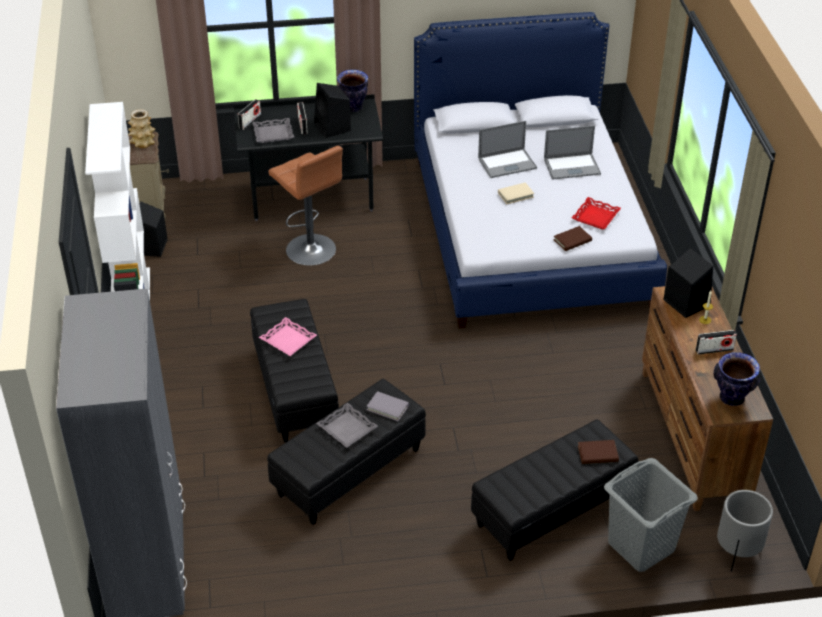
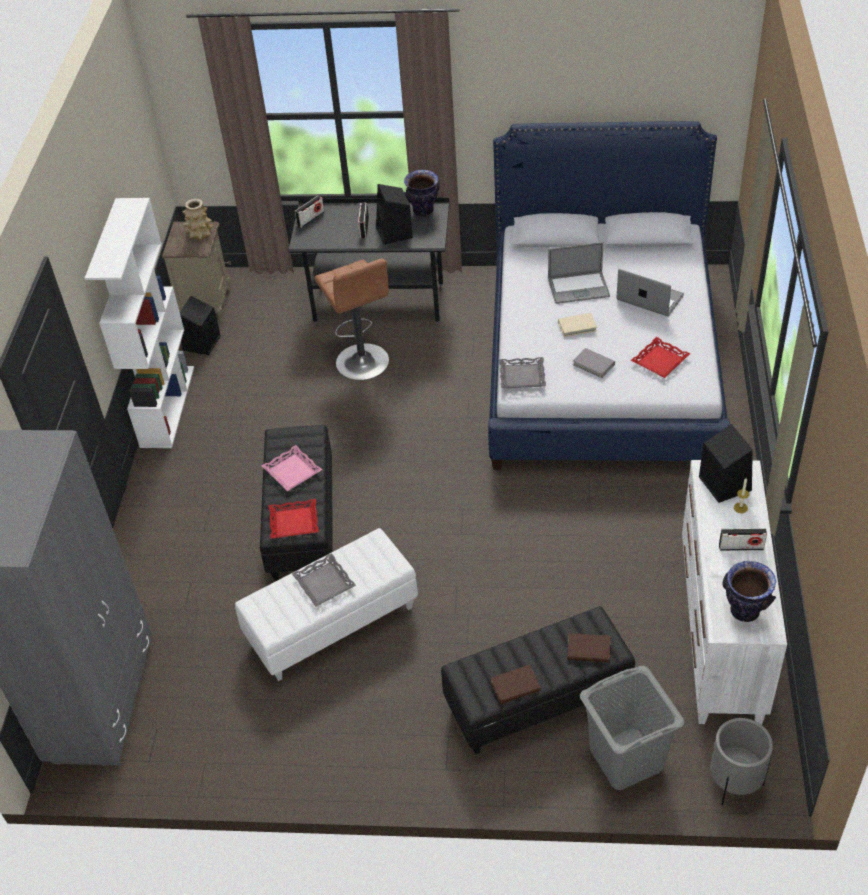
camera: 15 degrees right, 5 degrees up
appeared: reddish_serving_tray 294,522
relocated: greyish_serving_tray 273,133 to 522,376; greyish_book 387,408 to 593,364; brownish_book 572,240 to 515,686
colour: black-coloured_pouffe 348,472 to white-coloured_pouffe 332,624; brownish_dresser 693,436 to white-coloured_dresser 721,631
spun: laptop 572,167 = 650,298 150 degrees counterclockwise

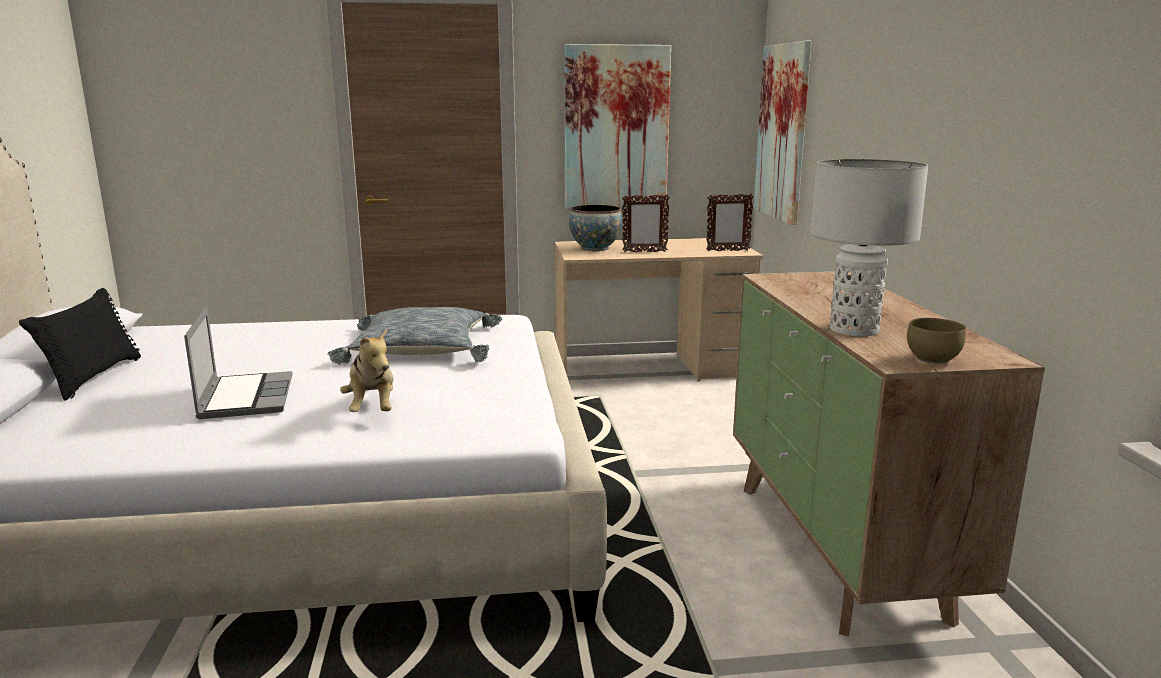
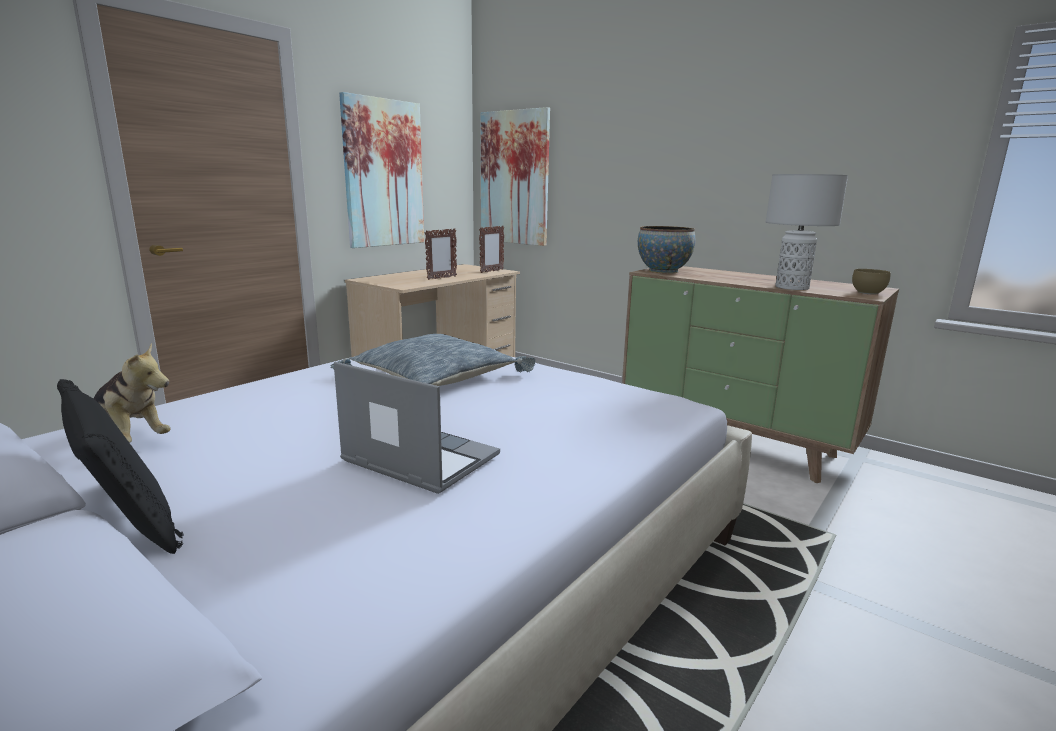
camera: 45 degrees left, 0 degrees up
relocated: plush_toy 373,408 to 127,440; deep_dish 595,248 to 663,271

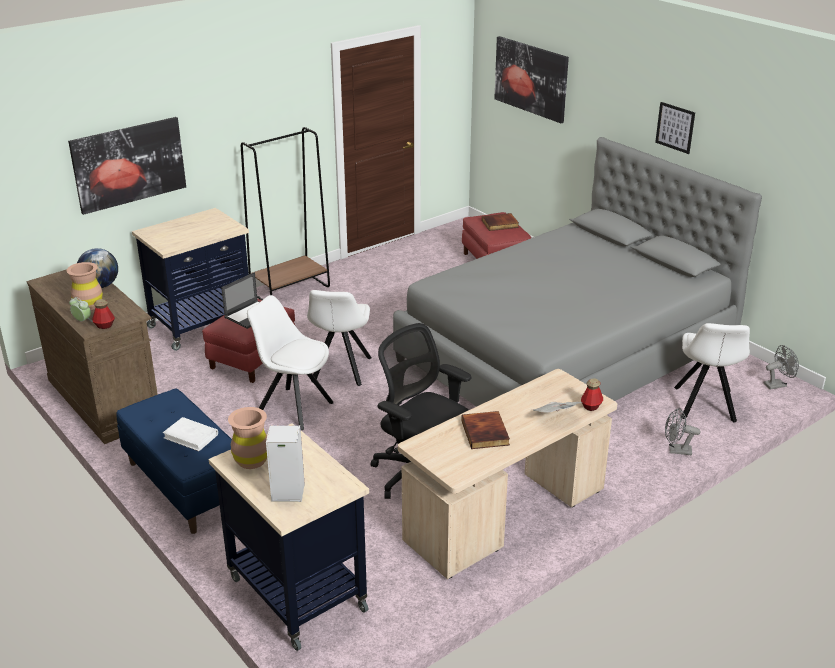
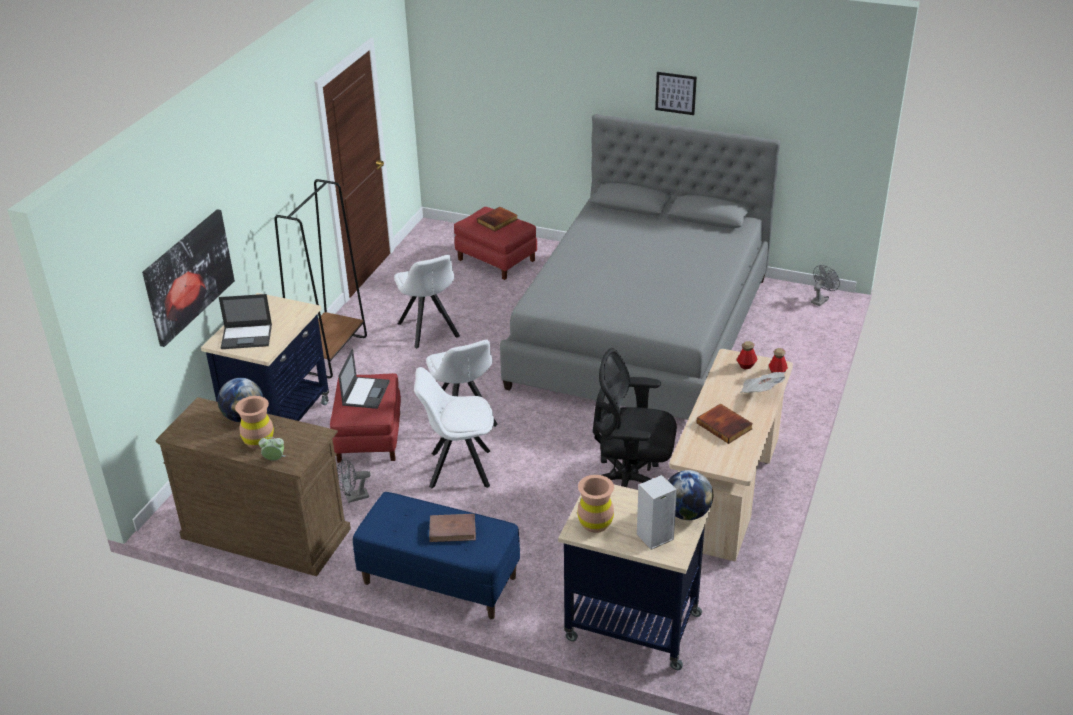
camera: 30 degrees left, 5 degrees up
missing: wall_art 531,78
appeared: laptop 247,336; world_globe 686,513
relocated: bottle 104,326 to 746,365; greyish_fan 676,450 to 353,498; white-coloured_plain_chair 705,405 to 429,330
colour: white-coloured_book 191,436 to brownish_book 453,530

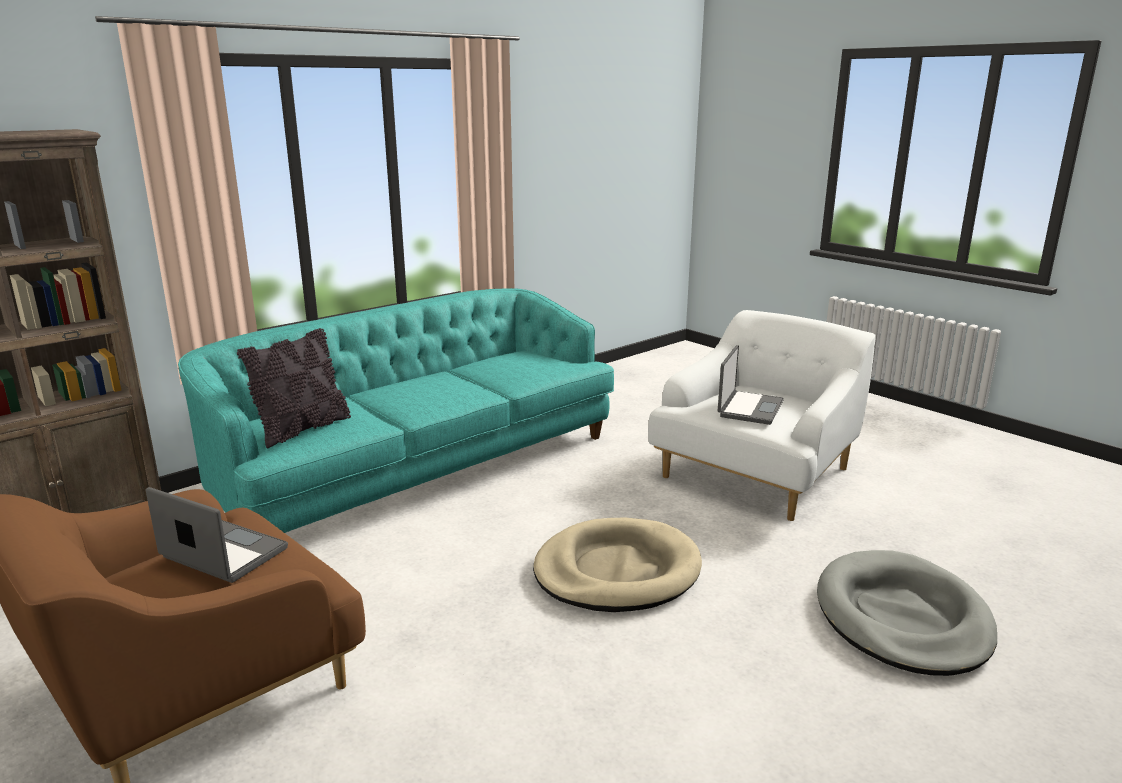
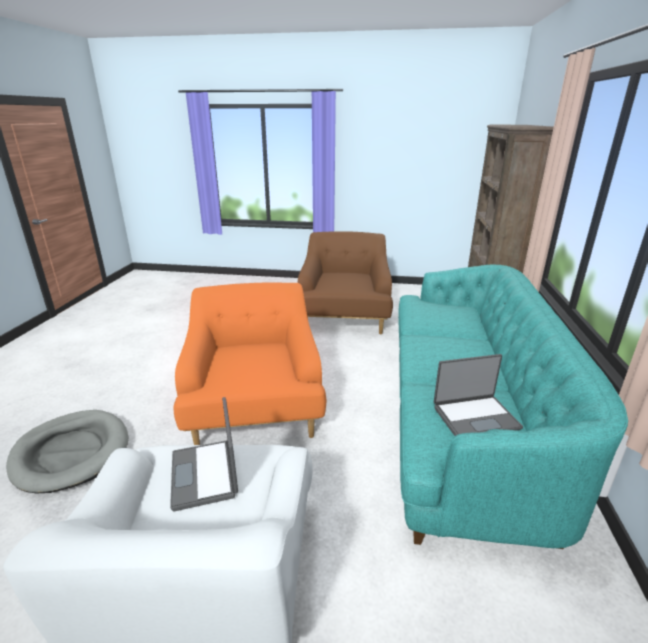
camera: 140 degrees right, 5 degrees up
missing: black-coloured_throw_pillow 302,429
relocated: laptop 222,554 to 475,417
exchanged: beige_dog_cushion 616,571 to orangey_armchair 255,407

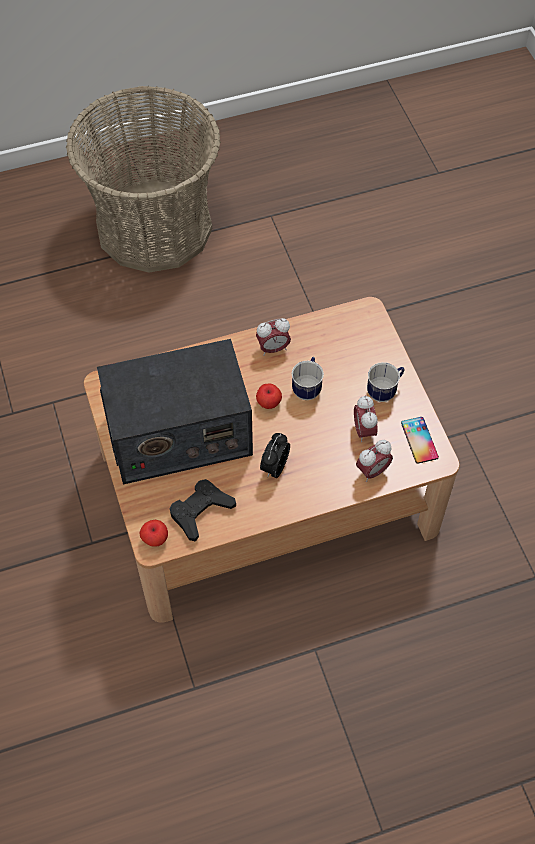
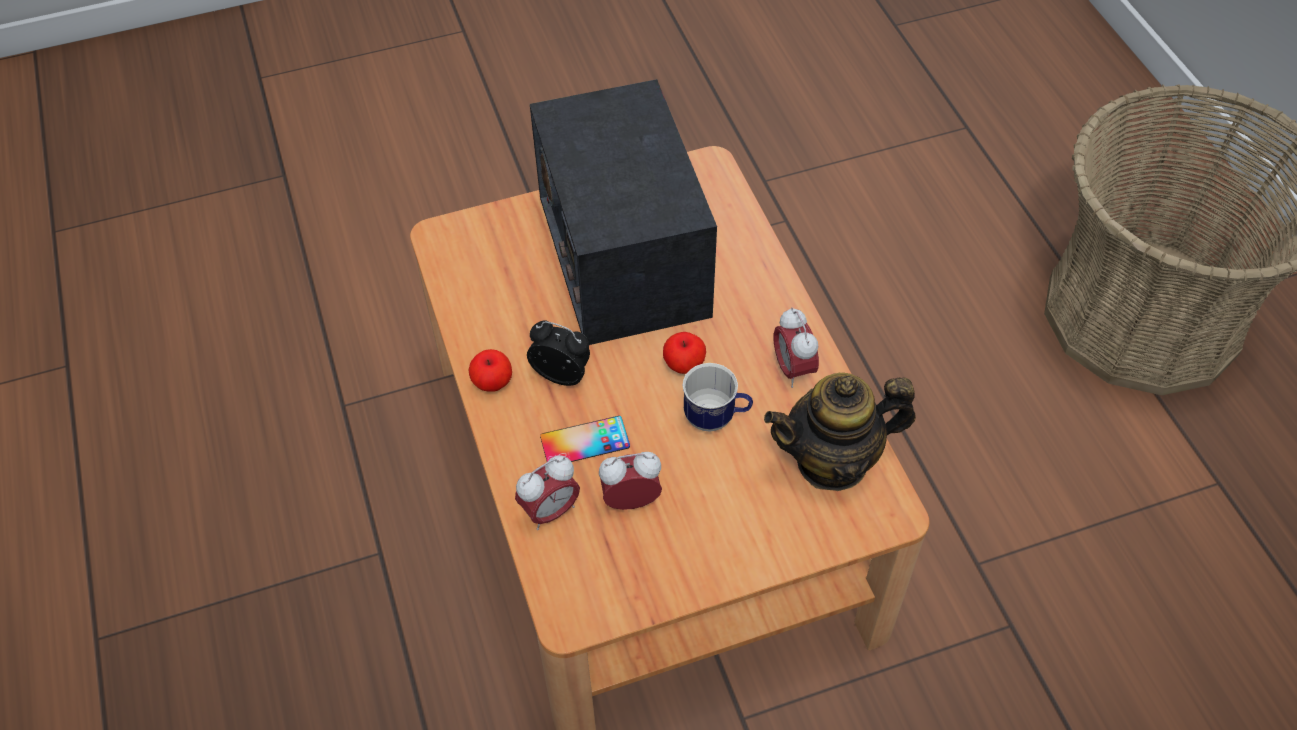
camera: 90 degrees right, 5 degrees down
missing: black-coloured_gamepad 201,511; coffee_mug 385,391
appeared: tea_pot 832,461
relocated: whole_apple 155,538 to 492,382; handset 419,440 to 585,441
spun: alarm_clock 372,471 = 550,511 90 degrees counterclockwise

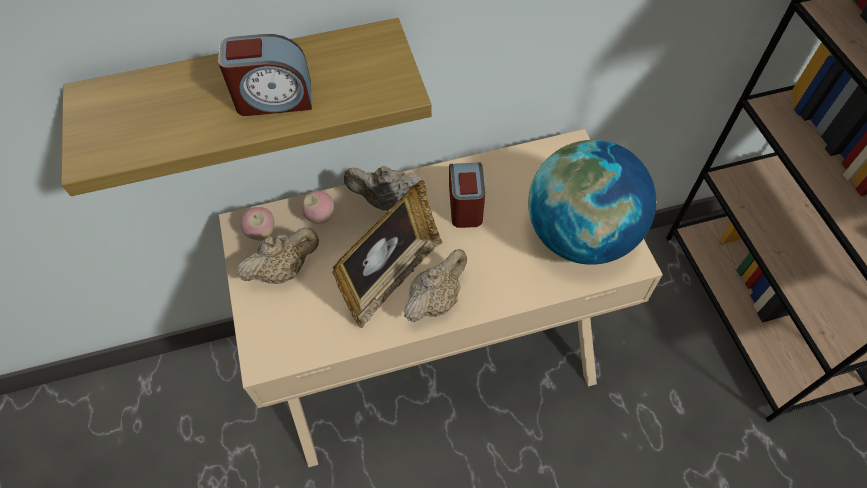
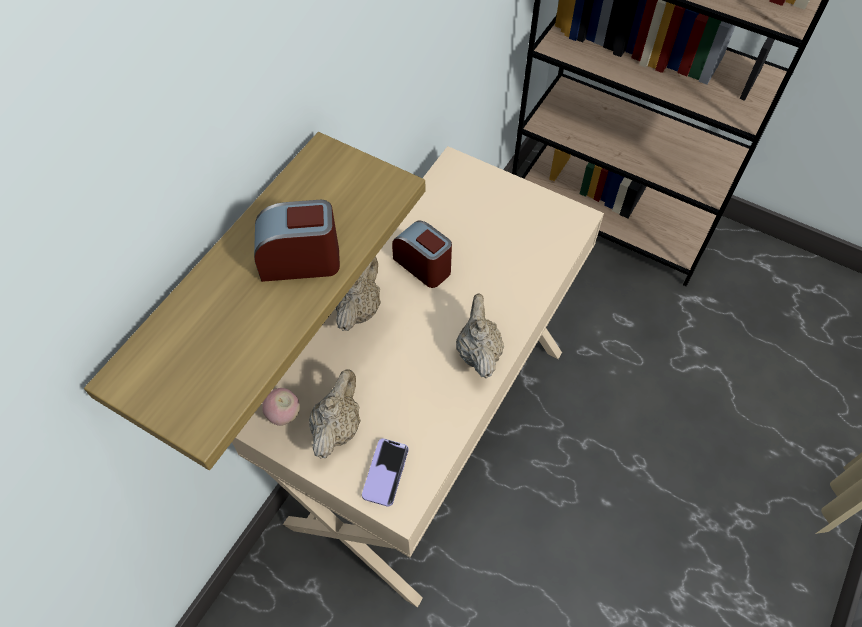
camera: 45 degrees left, 0 degrees up
missing: whole_apple 320,217; standing_frame 391,277; world_globe 580,236
appeared: handset 385,472
spun: alarm_clock 274,99 = 300,260 135 degrees counterclockwise; beige_tea_pot 386,201 = 359,309 150 degrees clockwise

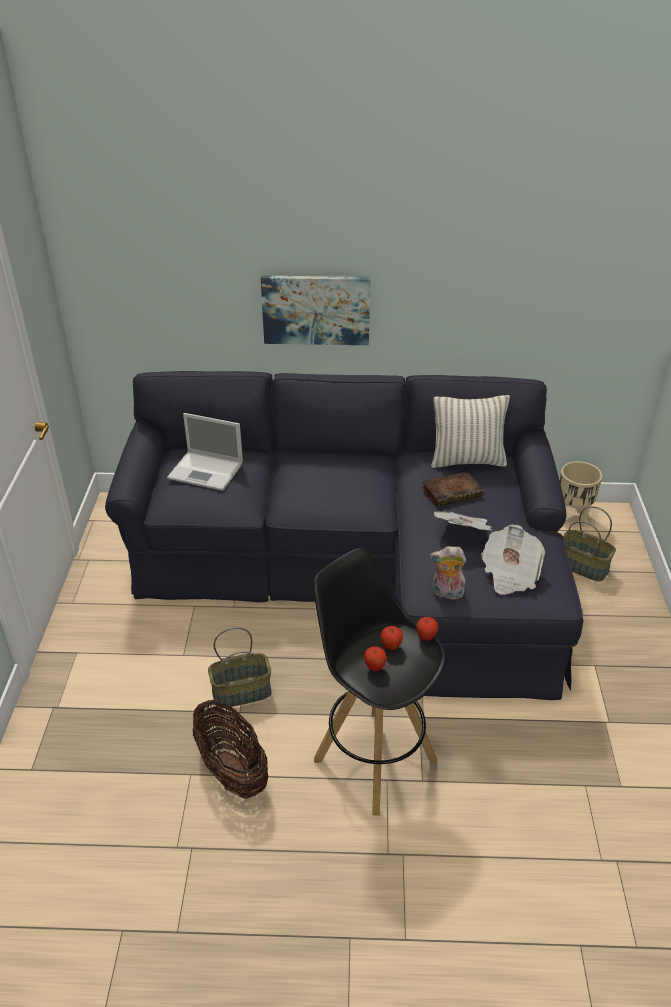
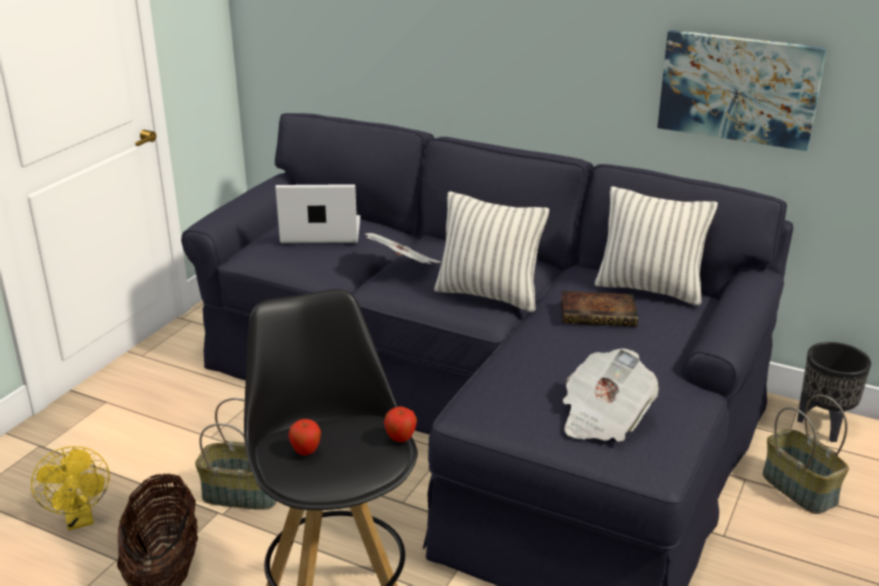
camera: 25 degrees right, 10 degrees down
missing: whole_apple 391,646; plush_toy 446,593
appeared: yellow_fan 80,519; throw_pillow 488,295
relocated: wall_art 316,309 to 738,88; printed_paper 463,532 to 403,267
colour: beige_planter 572,516 to black-coloured_planter 824,426
spun: laptop 207,471 = 319,231 135 degrees clockwise

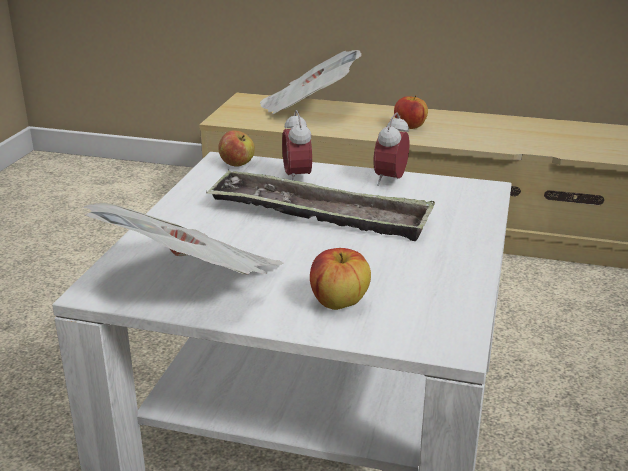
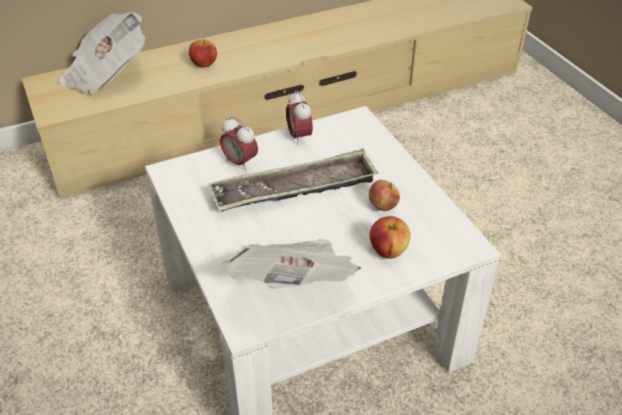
camera: 40 degrees left, 15 degrees up
relocated: whole_apple 237,165 to 382,206

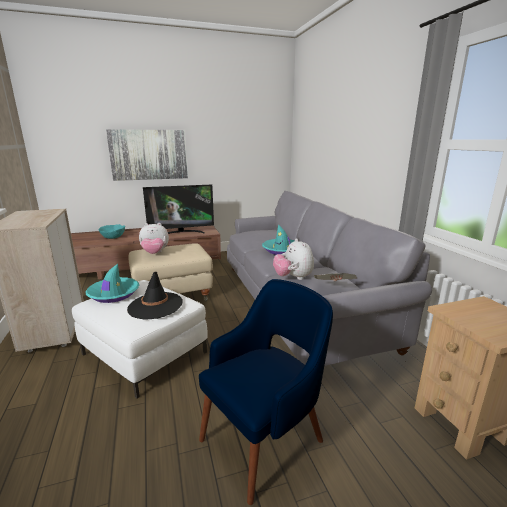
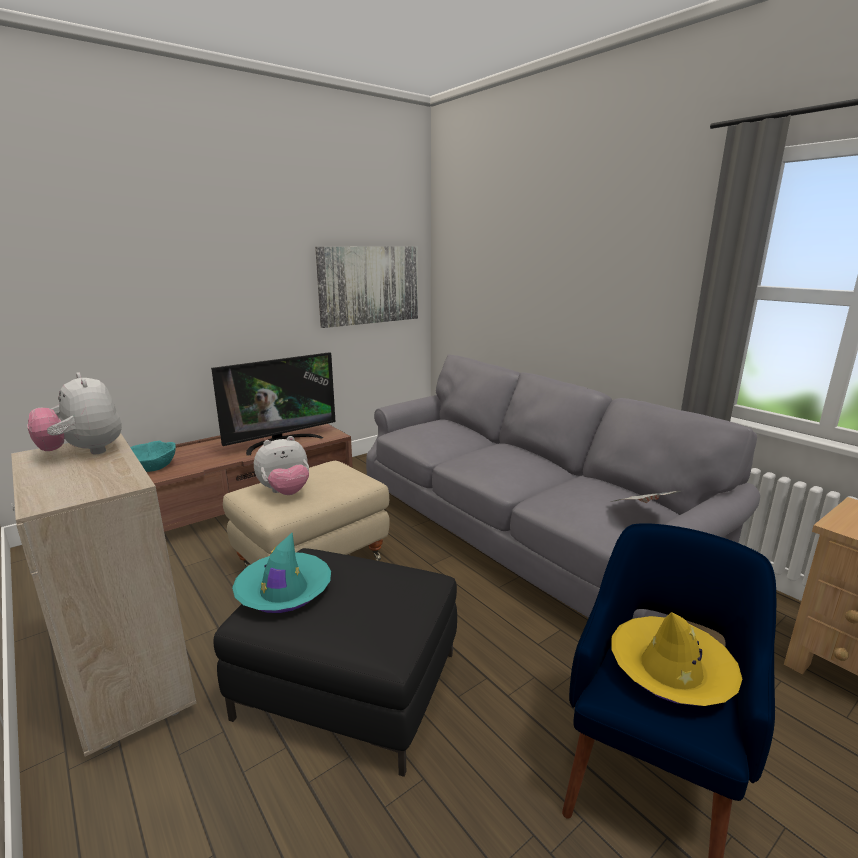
camera: 20 degrees left, 0 degrees up
missing: black-coloured_hat 155,306; blue-green_hat 281,250
appeared: yellow_hat 671,669
relocated: wall_art 149,155 to 369,285; plush_toy 293,278 to 84,452
colour: white-coloured_pouffe 145,353 to black-coloured_pouffe 349,685

